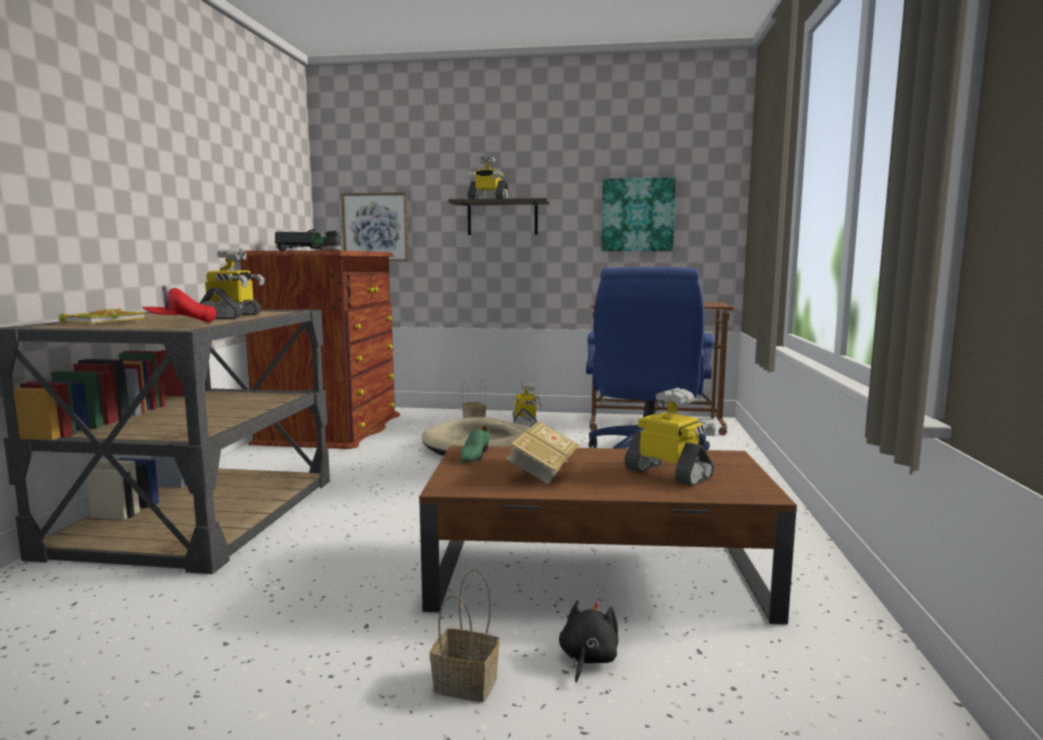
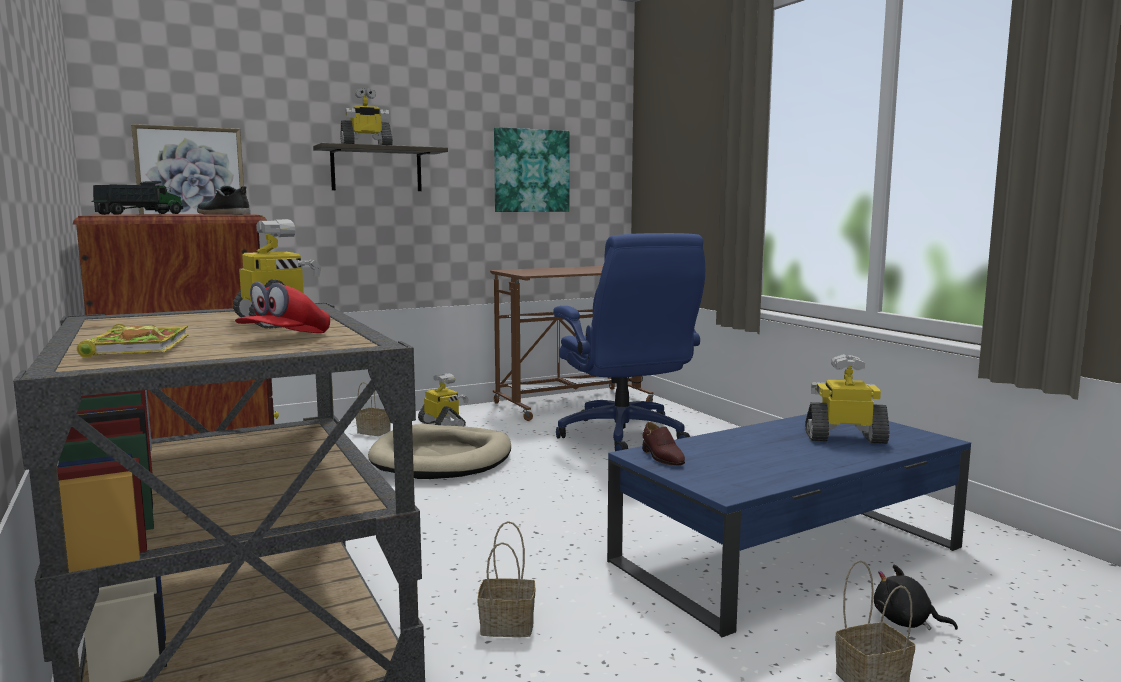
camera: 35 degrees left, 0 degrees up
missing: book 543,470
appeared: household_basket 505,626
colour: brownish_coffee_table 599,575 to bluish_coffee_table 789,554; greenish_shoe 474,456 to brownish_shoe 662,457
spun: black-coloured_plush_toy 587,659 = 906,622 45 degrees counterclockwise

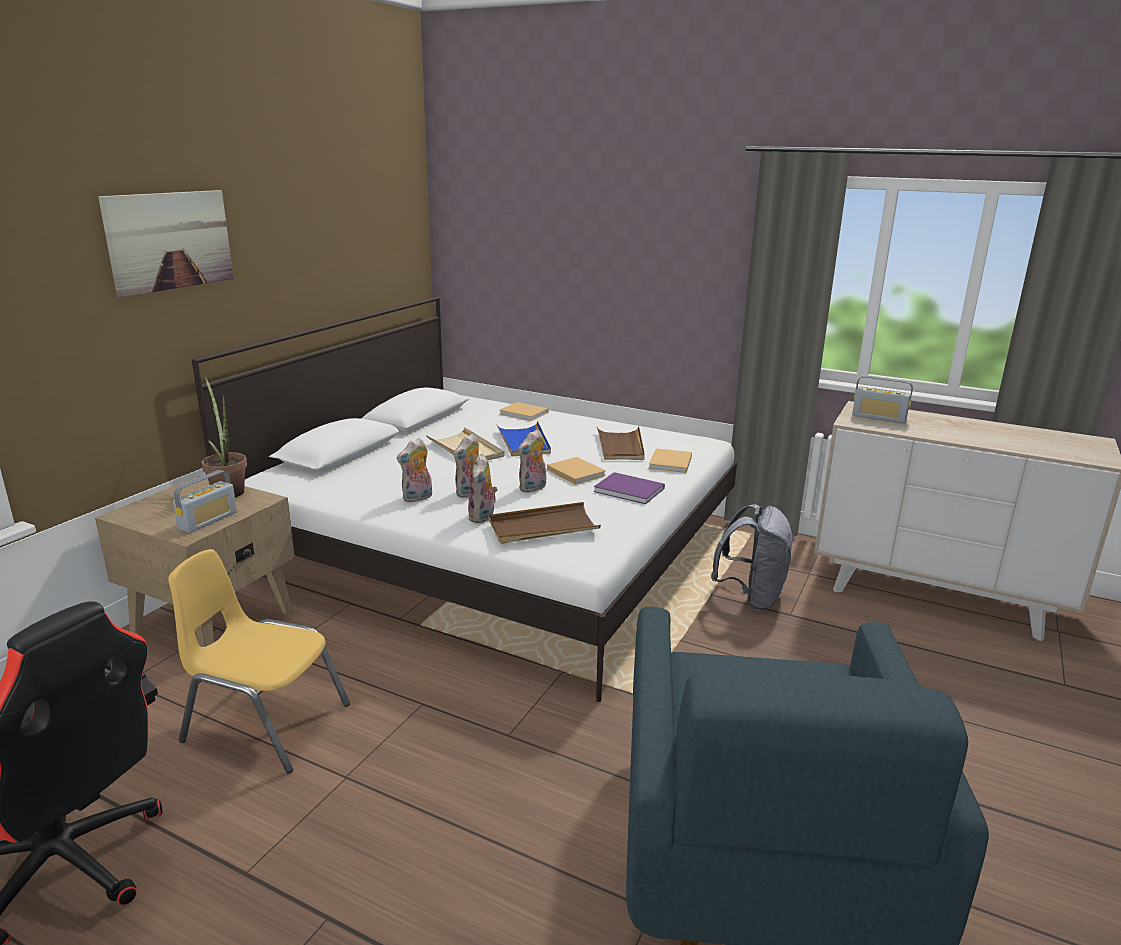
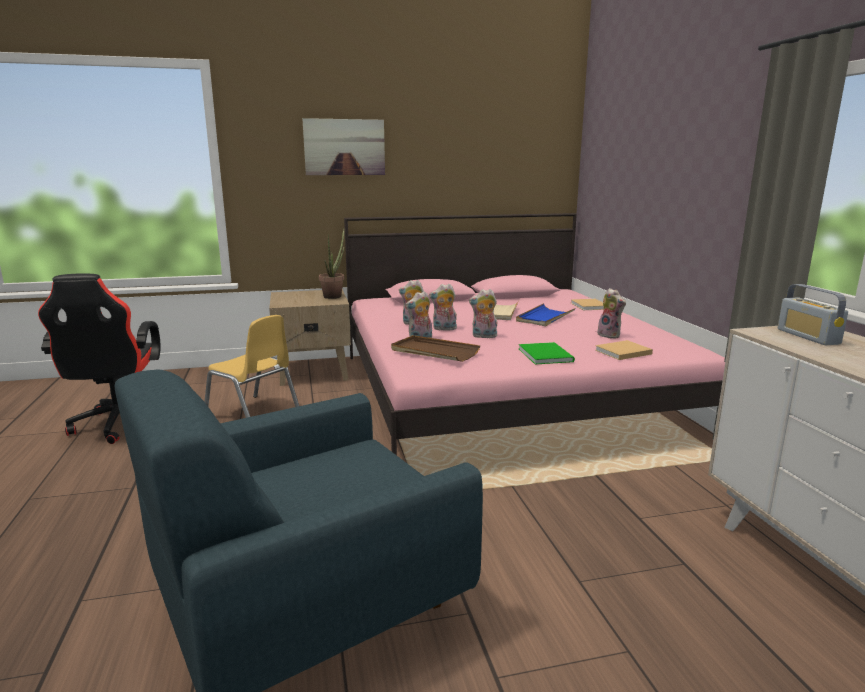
camera: 50 degrees right, 5 degrees down
missing: radio 208,520; beige_book 575,472; greyish_backpack 751,597
exchanged: brownish_serving_tray 620,446 to plush_toy 610,335
colour: white-coloured_bedroom_bed 500,547 to pink-coloured_bedroom_bed 505,393; purple_book 628,489 to greenish_book 546,354
spun: yellow_plain_chair 266,723 = 253,414 150 degrees clockwise

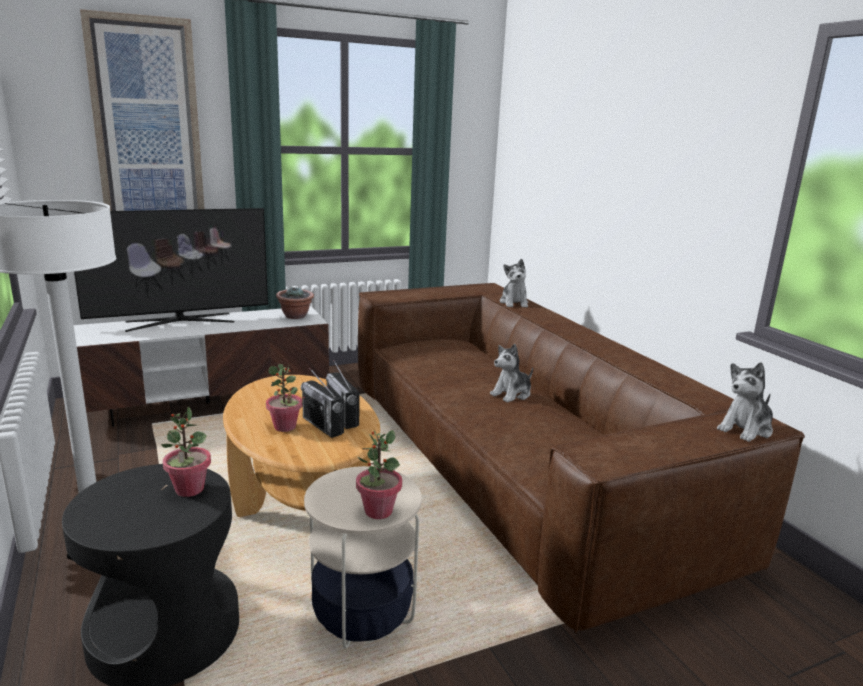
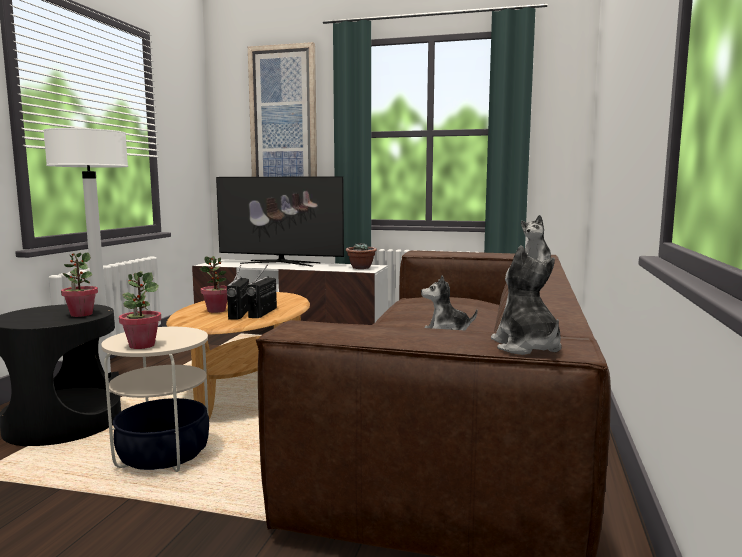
camera: 40 degrees right, 10 degrees down
spun: plush_toy 745,429 = 526,347 75 degrees clockwise

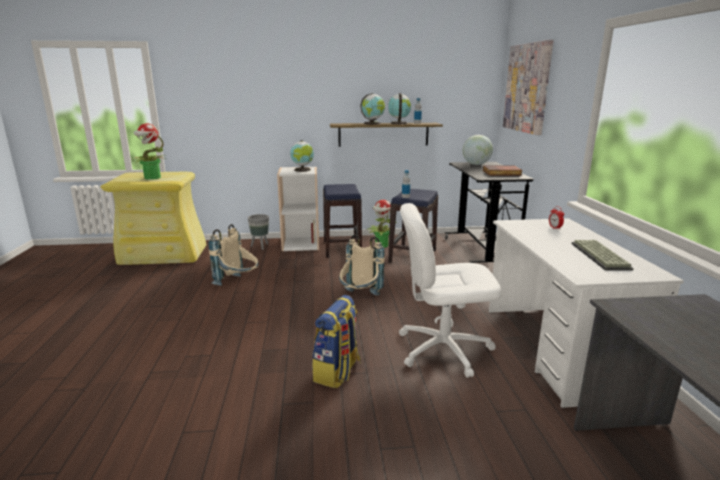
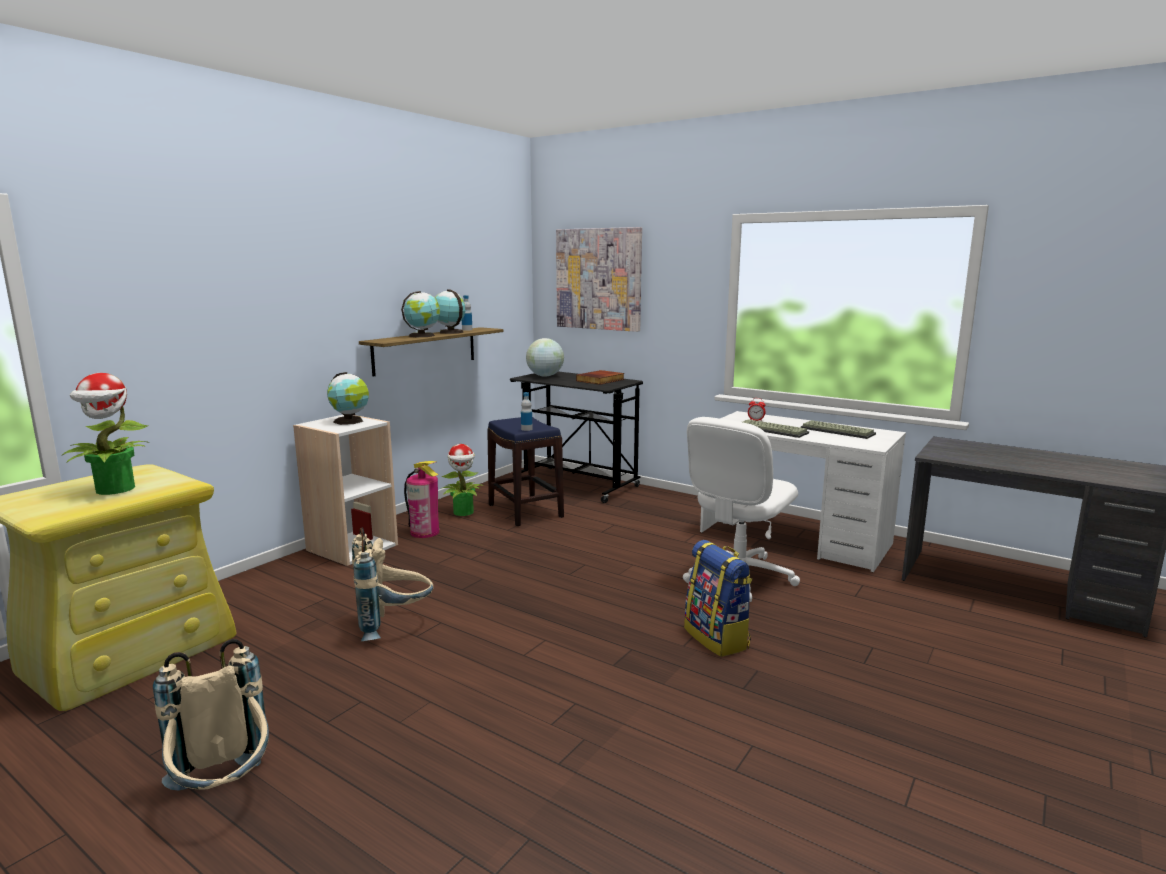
camera: 50 degrees left, 5 degrees down
missing: greyish_planter 260,246
appeared: computer_keyboard 773,430
relocated: beige_backpack 360,298 to 224,793
exchanged: stool_seat 342,248 to extinguisher 425,532

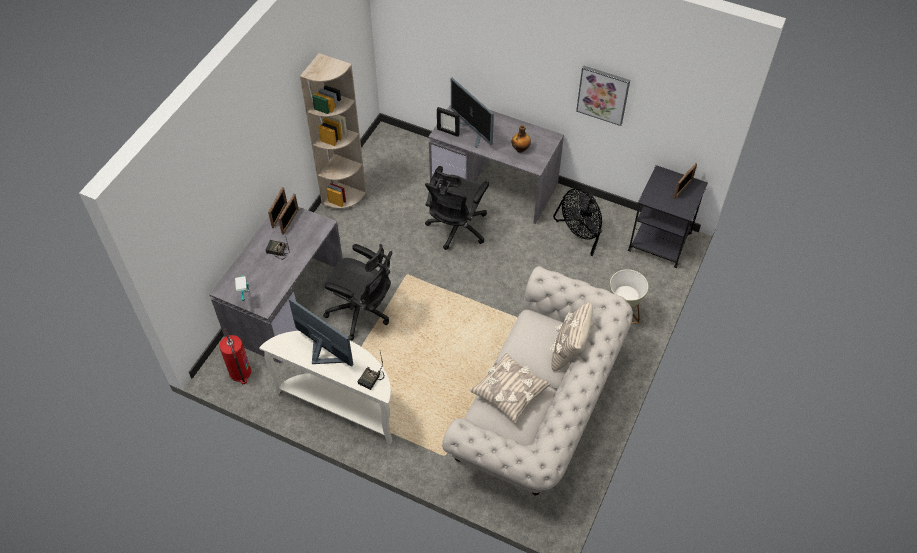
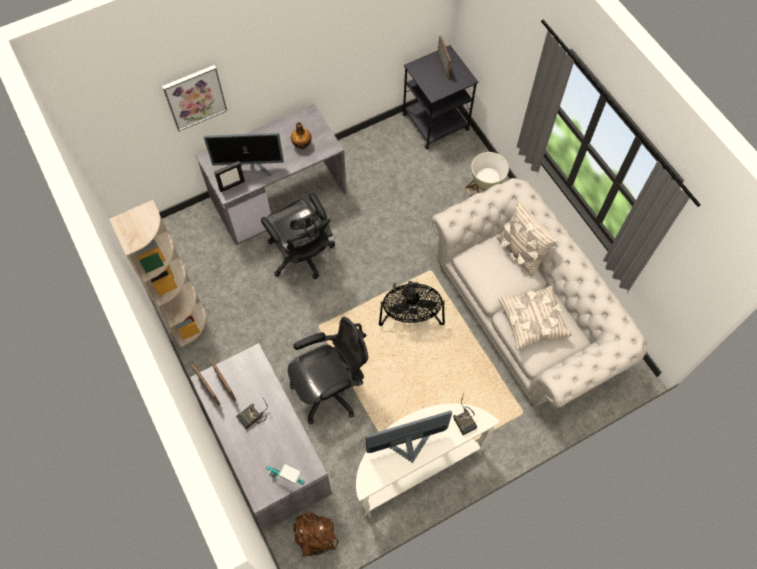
camera: 55 degrees left, 10 degrees up
relocated: black-coloured_fan 581,231 to 408,313; wall_art 603,94 to 195,97
exchanged: extinguisher 240,372 to brownish_backpack 315,537

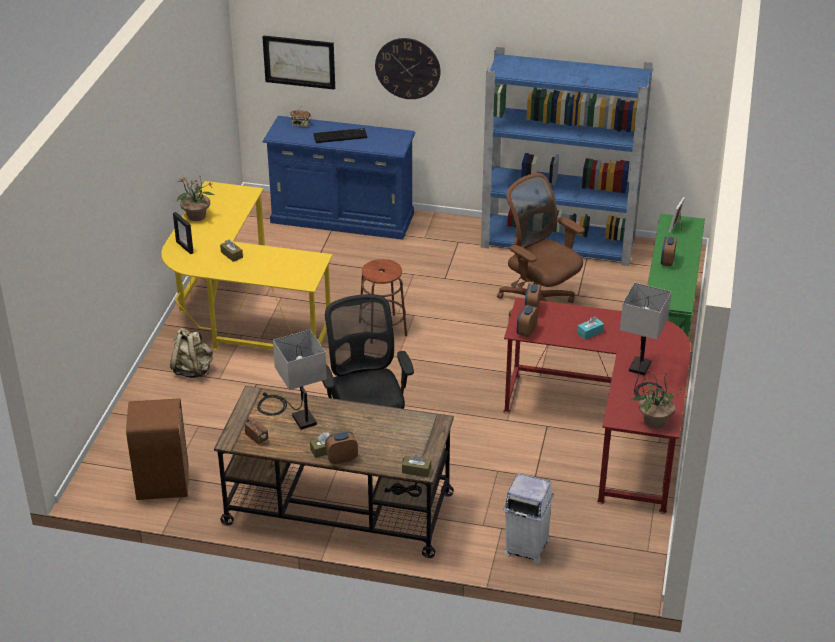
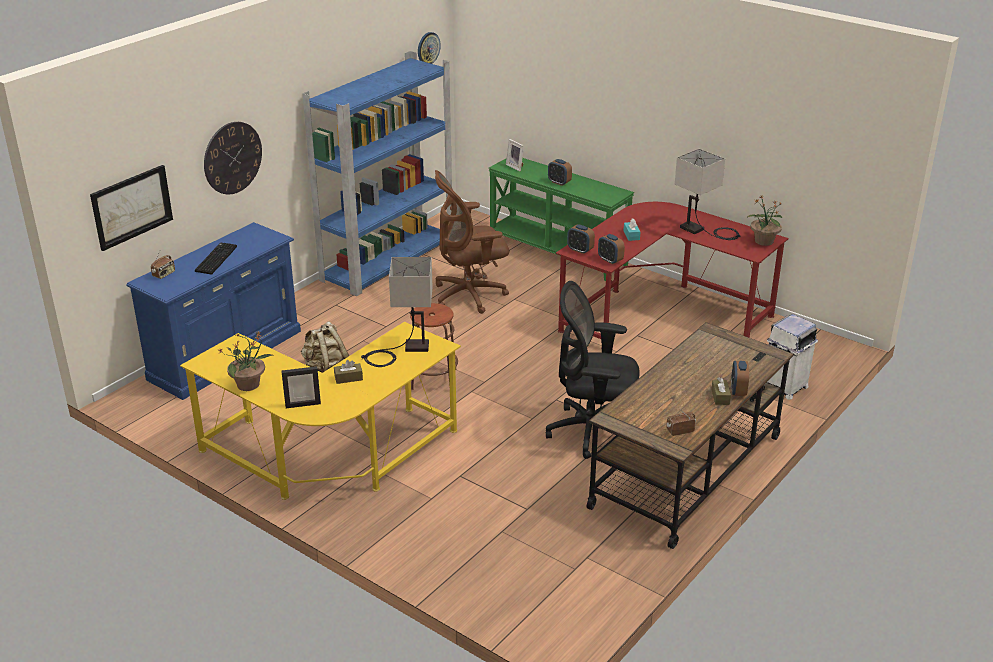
camera: 65 degrees left, 5 degrees down
missing: brownish_waste_bin 162,484; brownish_box_of_tissues 416,470
appeared: hanging_clock 428,48
relocated: beige_backpack 193,370 to 325,368; lamp_for_a_table 291,413 to 400,351

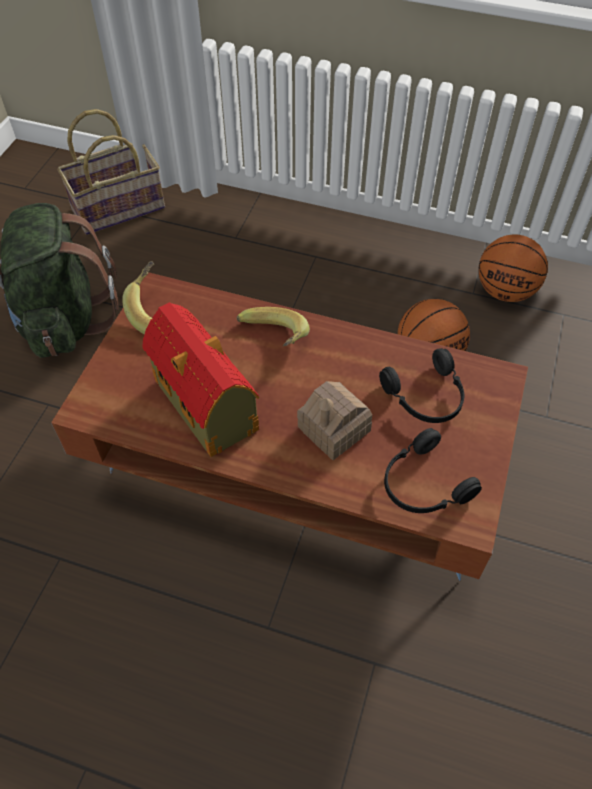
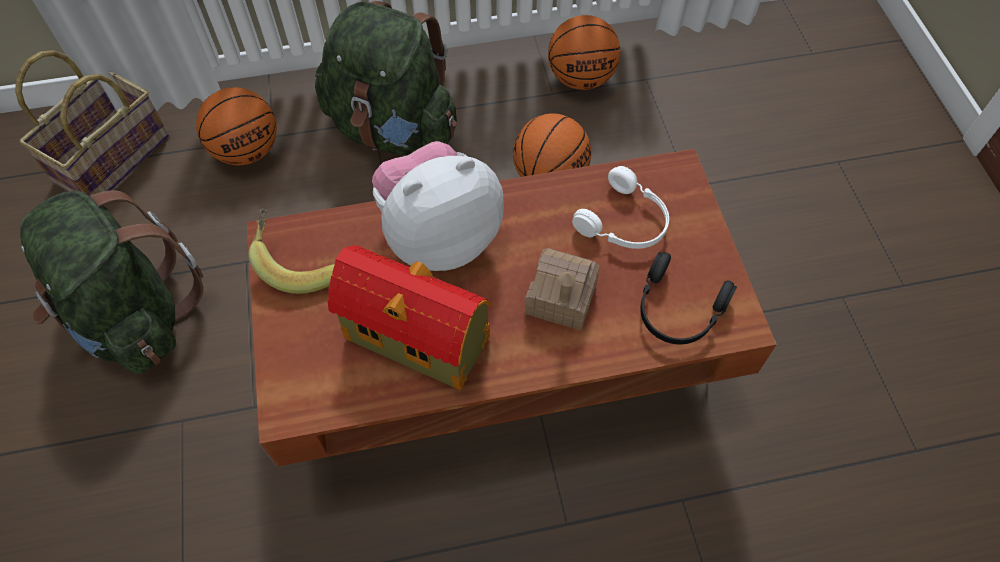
camera: 30 degrees left, 5 degrees up
appeared: basketball_ball 247,151; greenish_backpack 393,129
exchanged: banana 272,341 to plush_toy 439,236
colour: black-coloured_pair_of_headphones 426,397 to white-coloured_pair_of_headphones 625,222

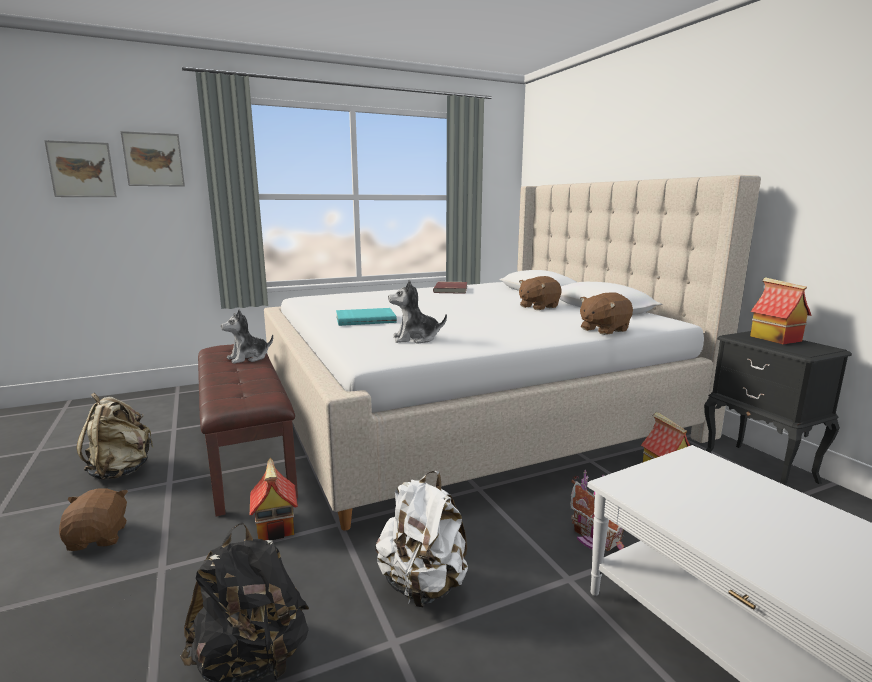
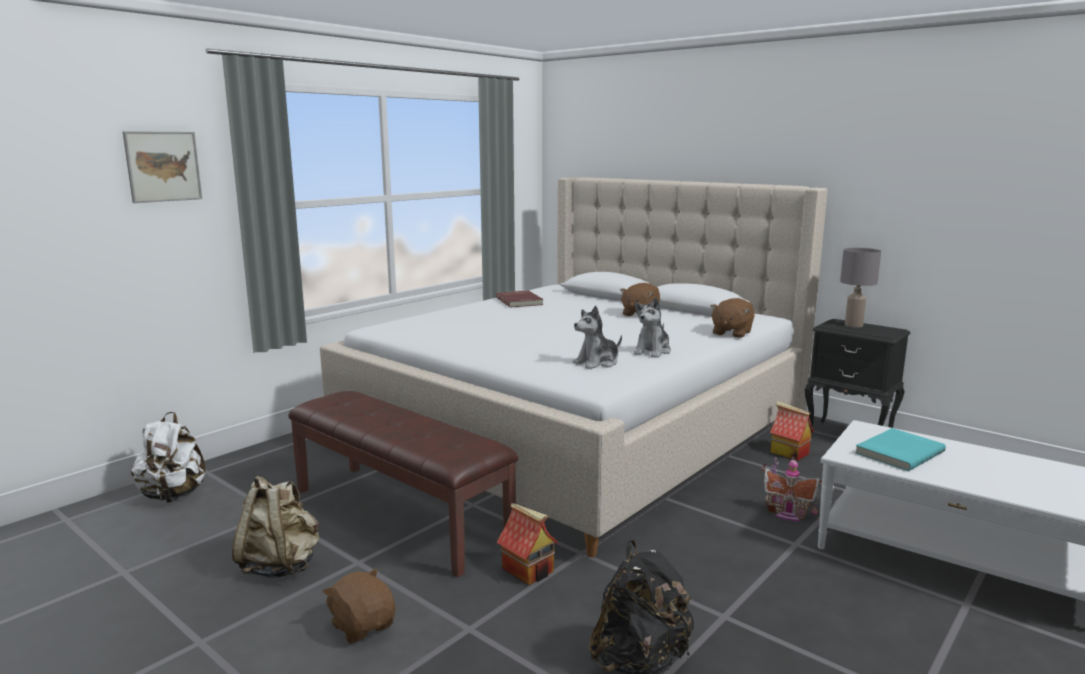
camera: 25 degrees left, 0 degrees up
missing: wall_art 82,169
relocated: plush_toy 248,358 to 652,351; blue-green_book 365,319 to 898,452; white-coloured_backpack 424,585 to 173,496
exchanged: miniature_house 774,338 to greyish_lamp_for_a_table 854,325

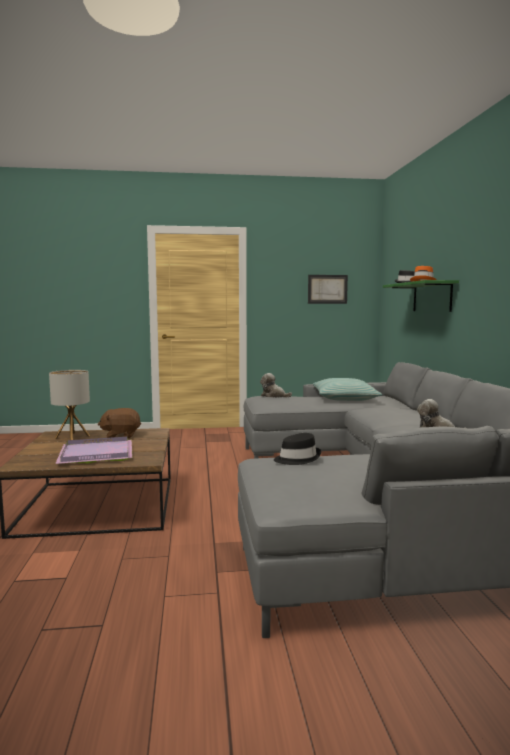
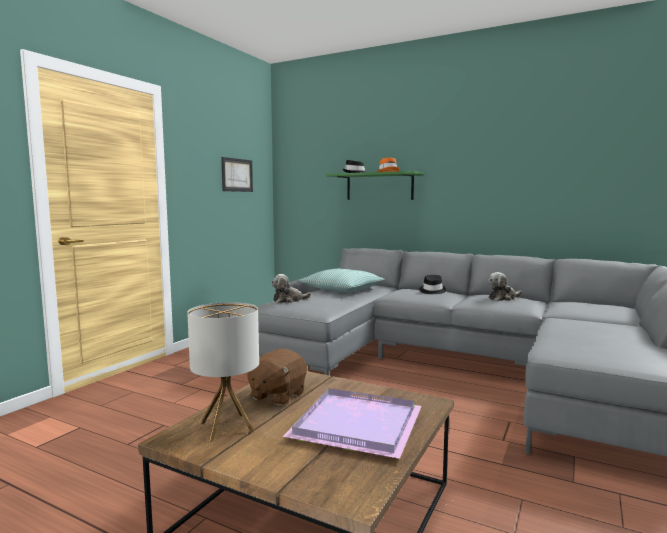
camera: 55 degrees left, 0 degrees up
relocated: black-coloured_hat 297,458 to 432,291

